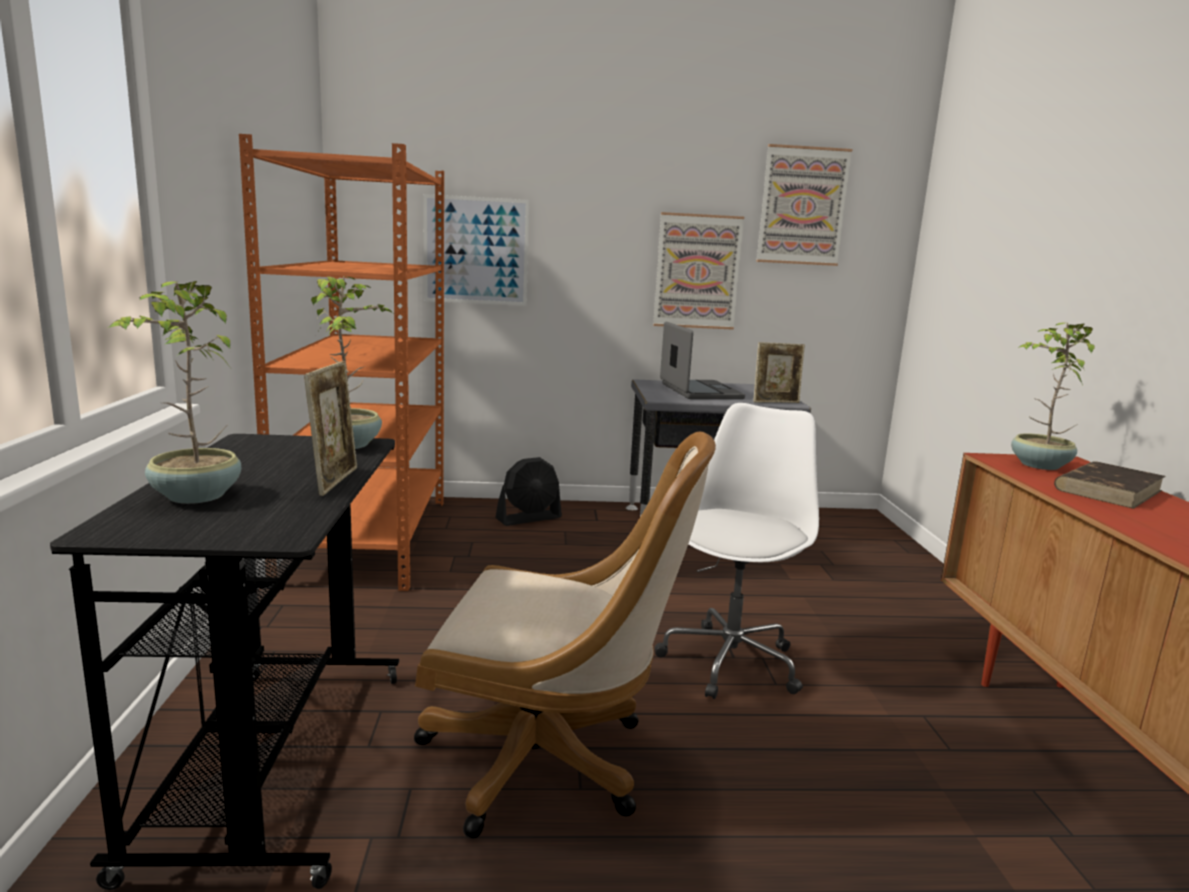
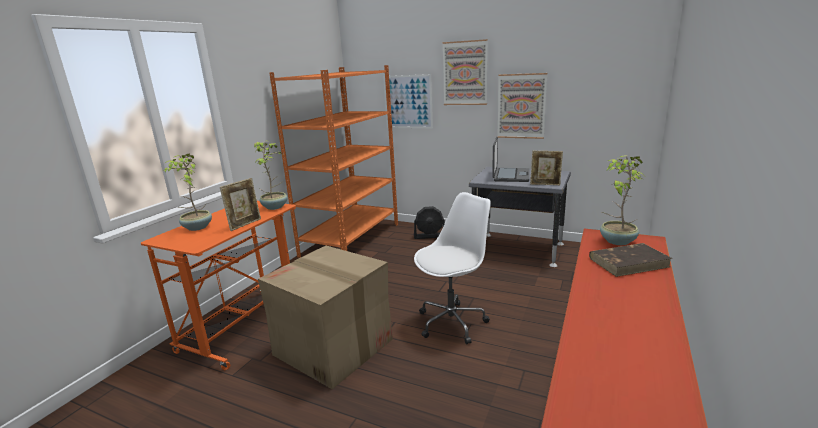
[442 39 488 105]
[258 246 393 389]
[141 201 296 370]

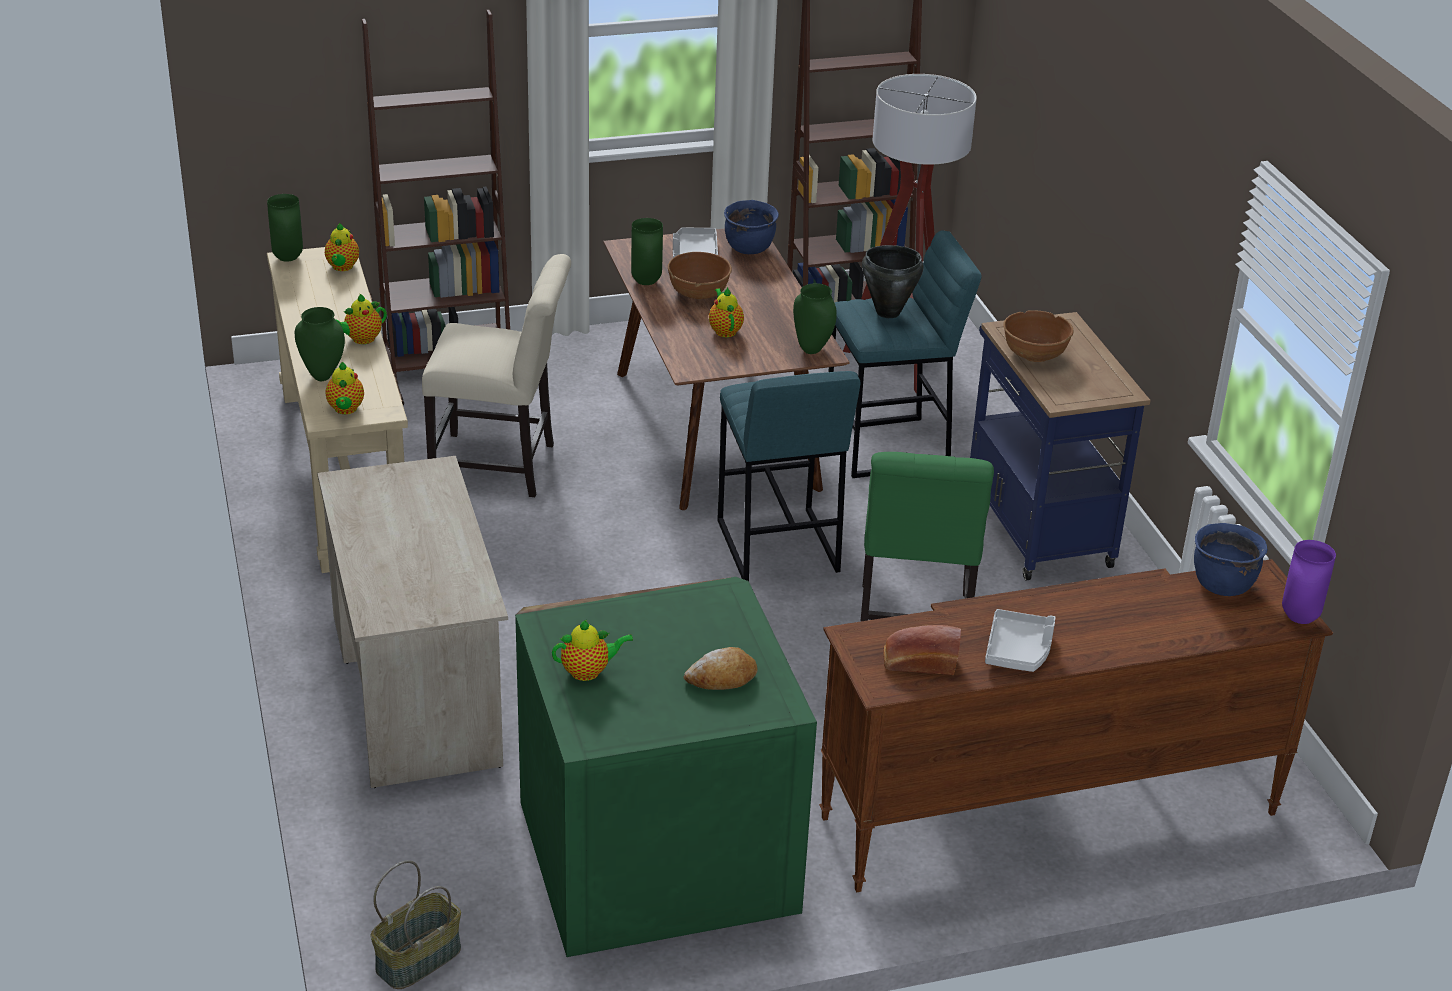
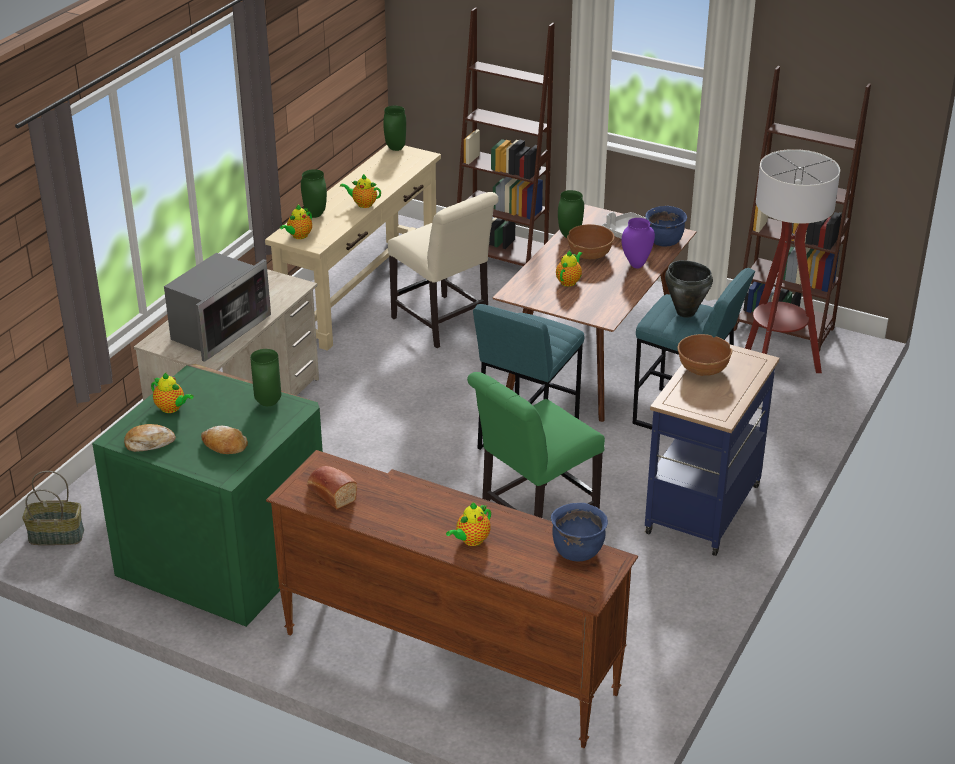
[446 502 491 546]
[250 349 281 406]
[621 218 655 268]
[985 609 1056 672] (first image)
[164 253 271 362]
[124 424 176 452]

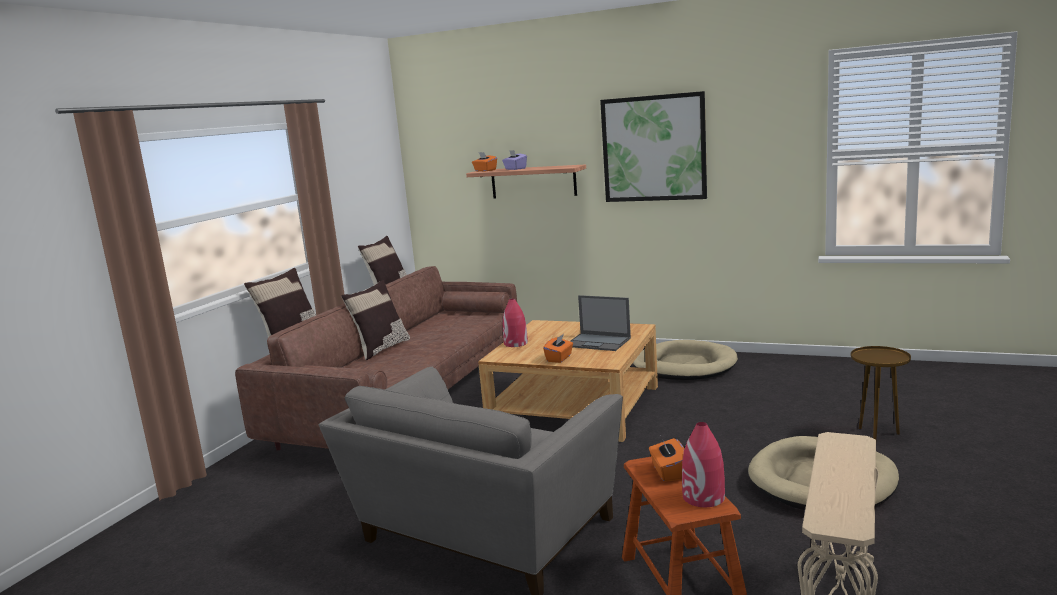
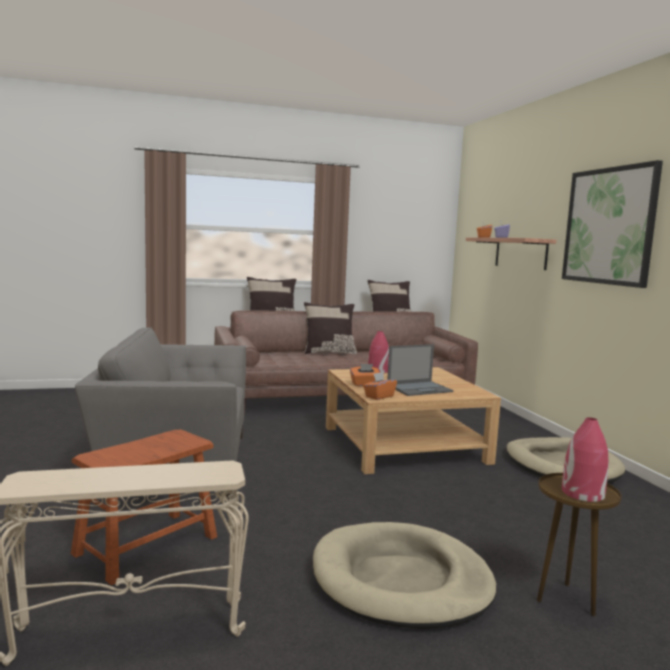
[387 344 453 396]
[562 417 609 502]
[363 372 397 400]

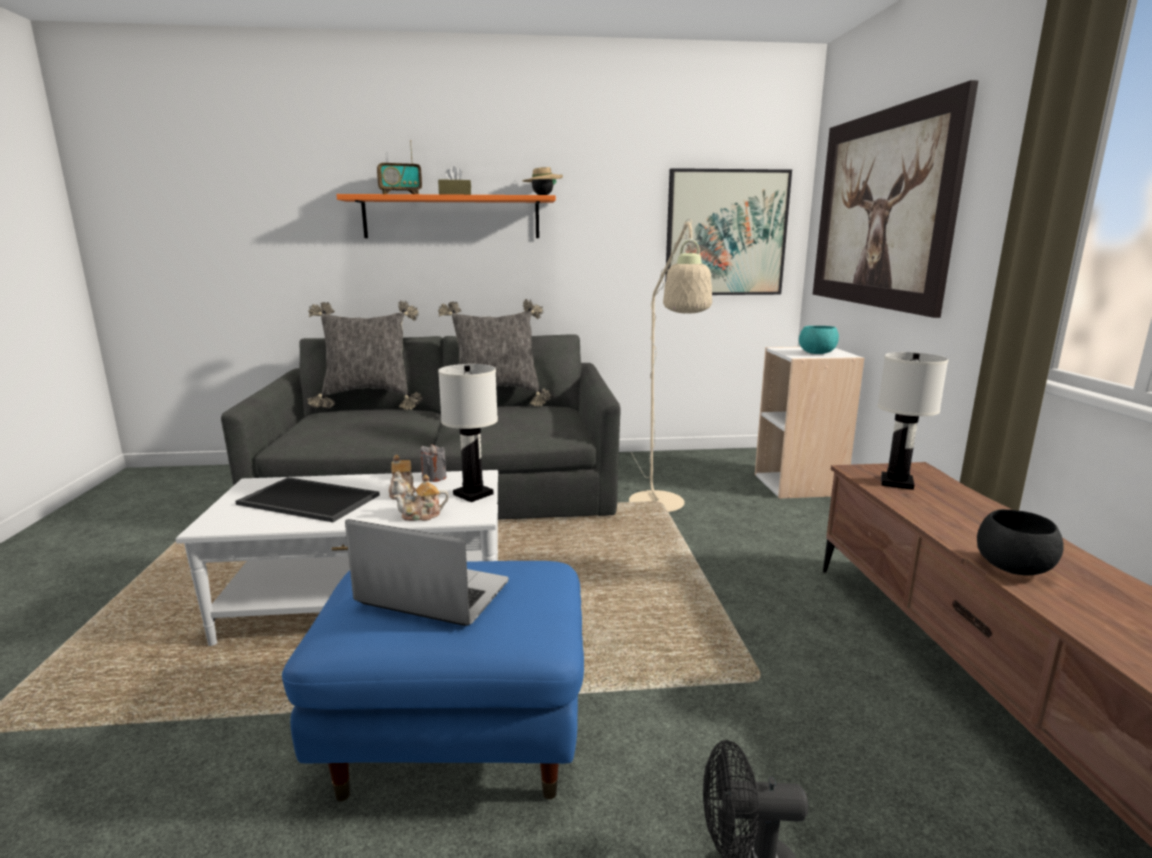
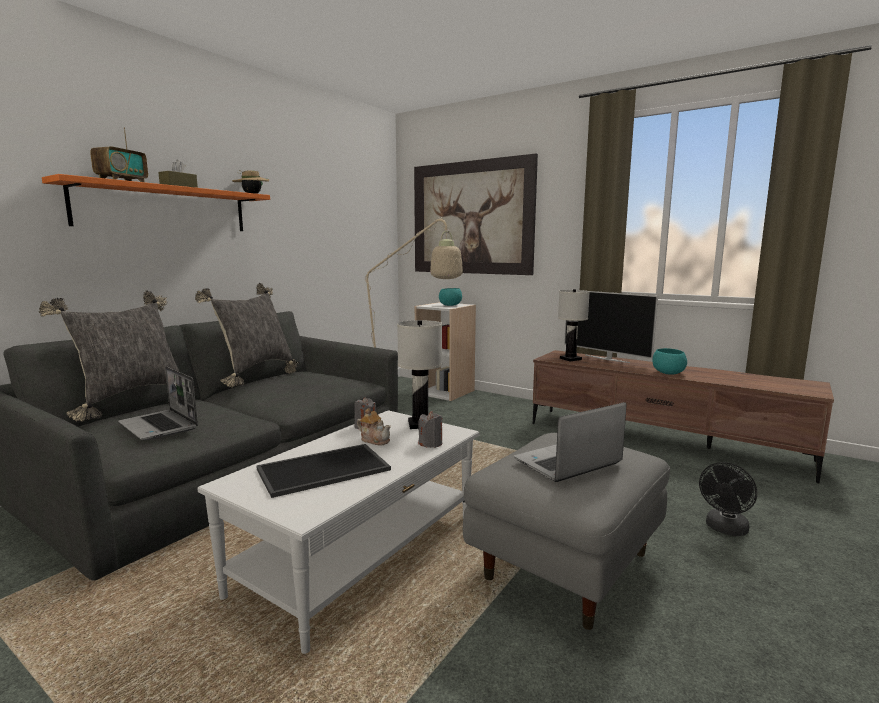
[665 168 792 295] (first image)
[418 411 443 448]
[652 348 687 375]
[463 433 670 630]
[564 289 658 363]
[118 366 198 440]

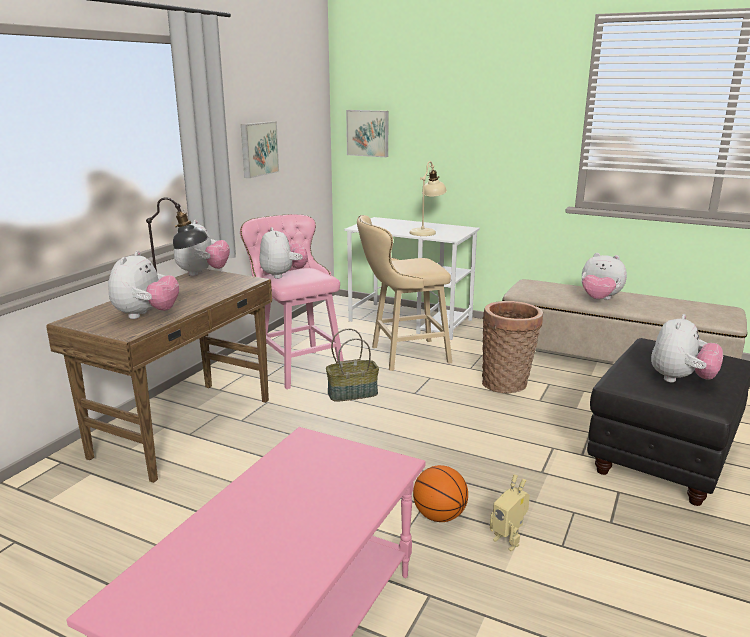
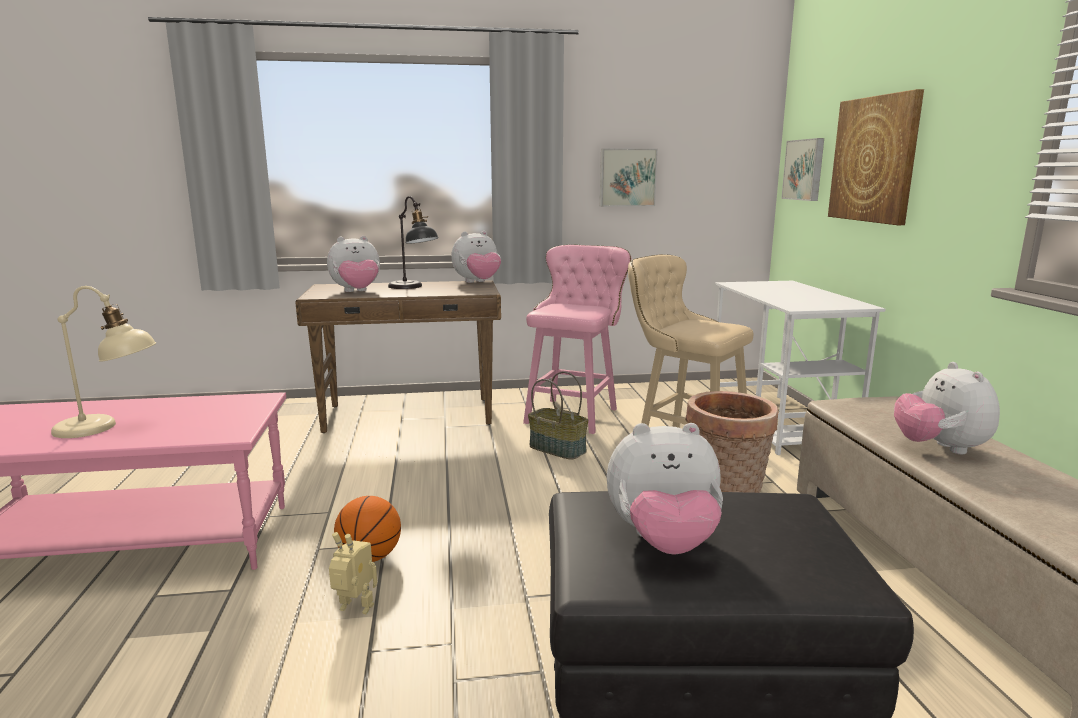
[51 286 156 438]
[260 227 308 279] (first image)
[329 532 377 614]
[828 89 924 225]

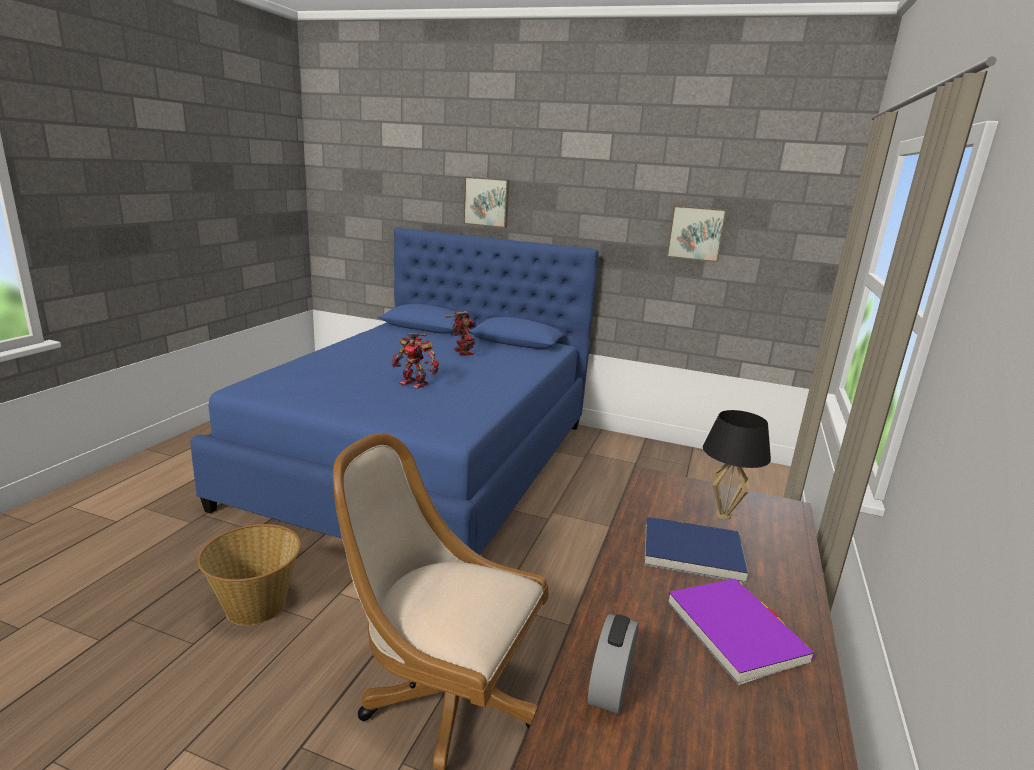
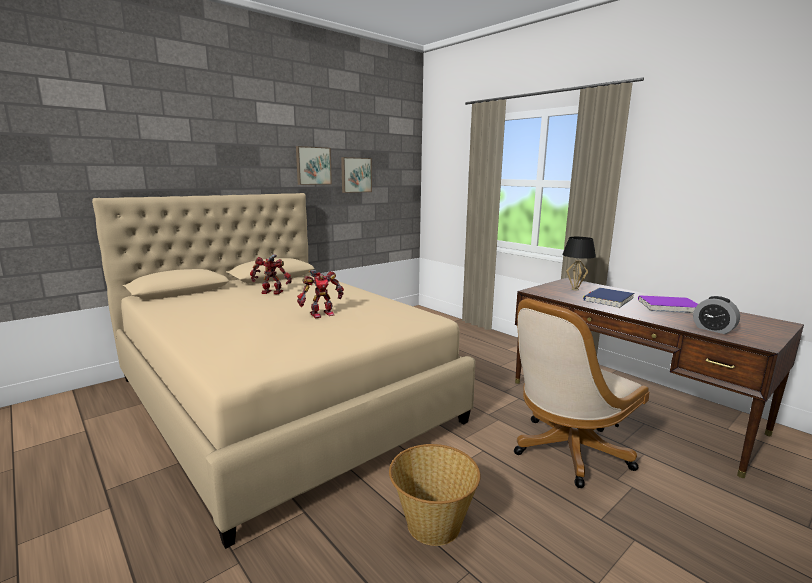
[296 146 332 185]
[92 193 476 549]

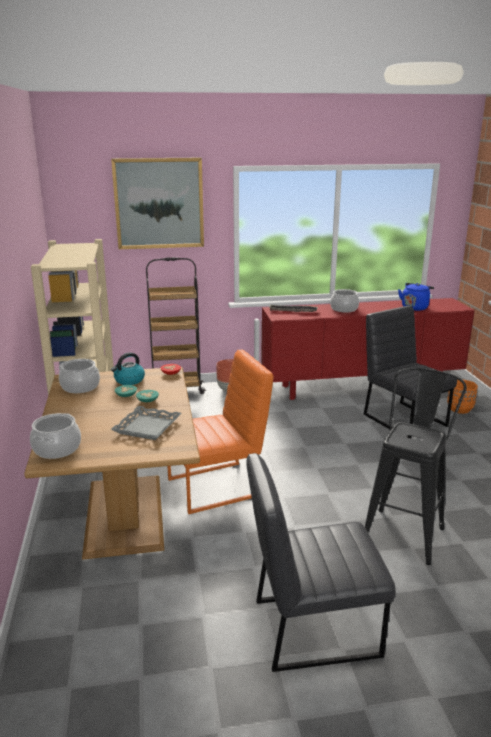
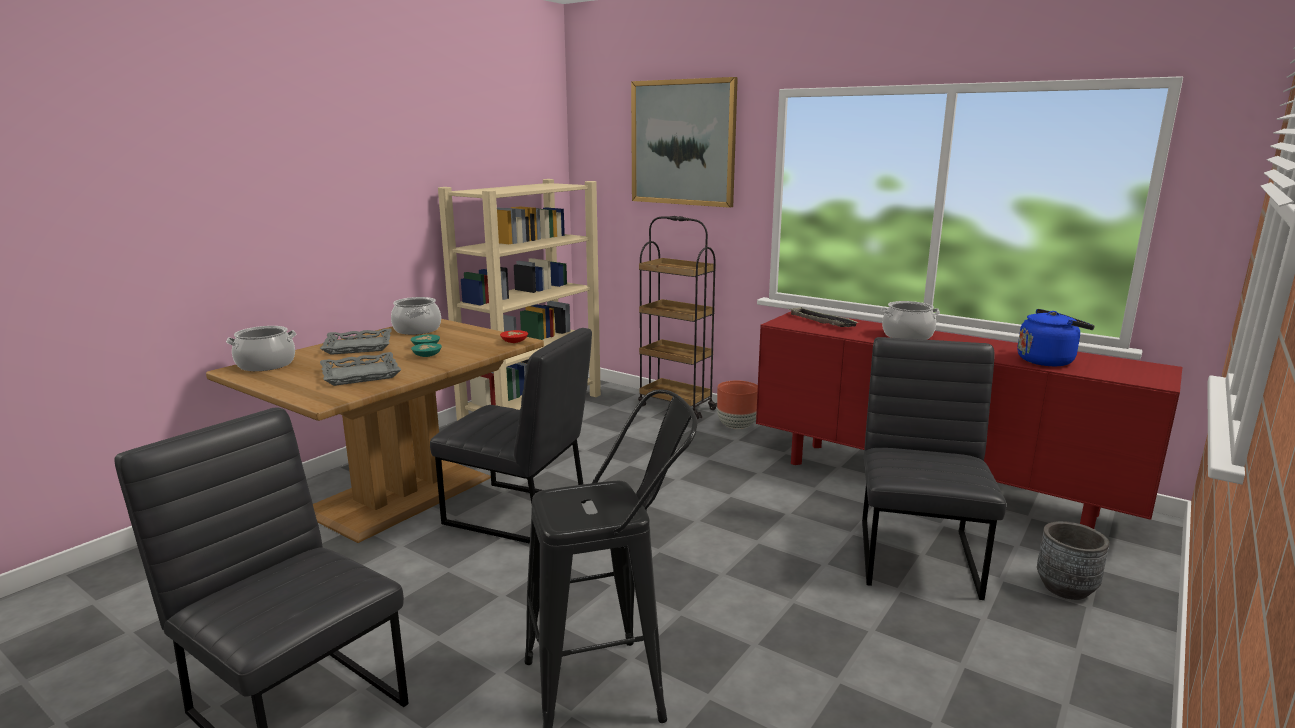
[430 328 592 544]
[111 353 145 385] (first image)
[1037 521 1109 600]
[320 329 392 355]

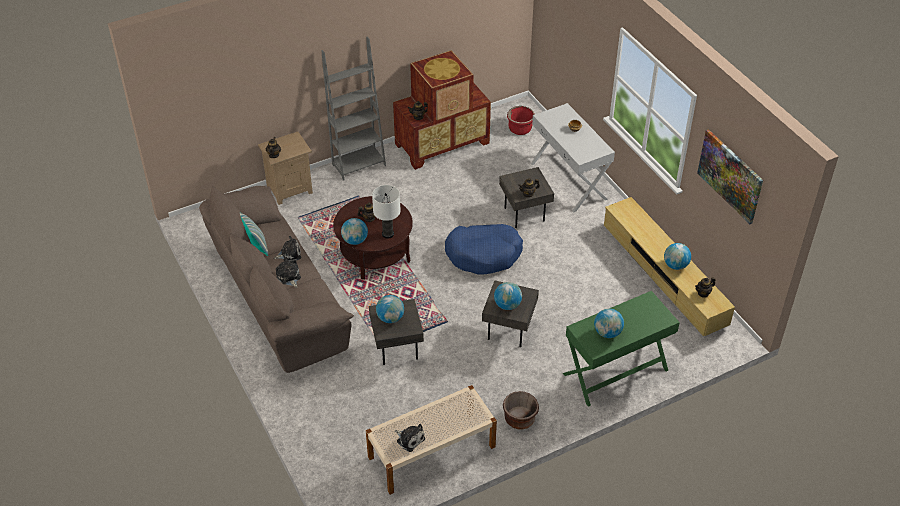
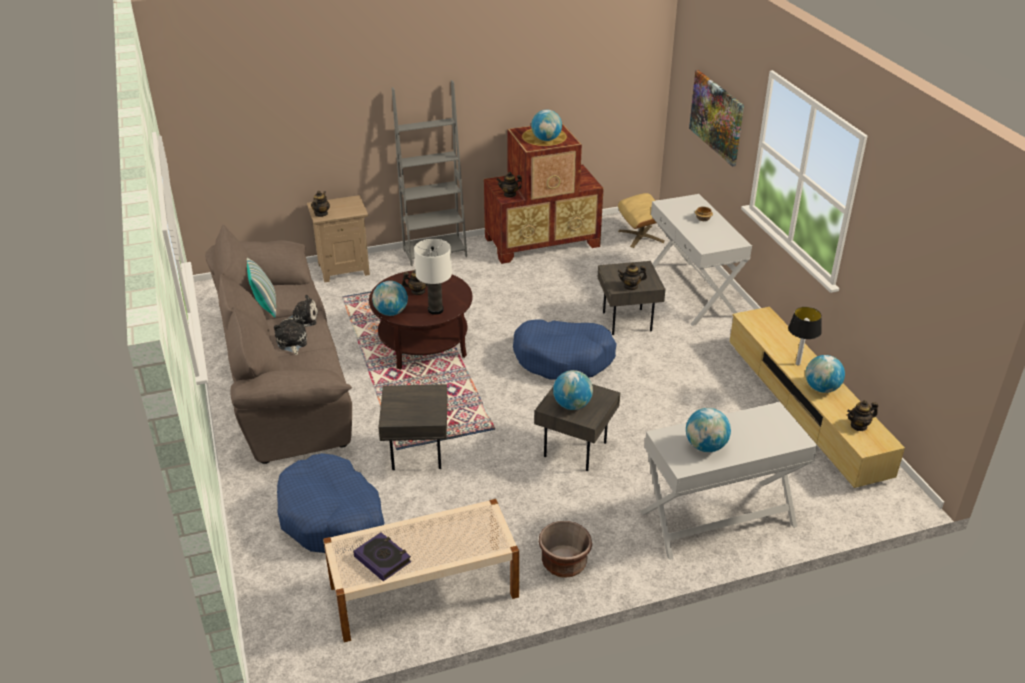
[618 193 665 248]
[689 70 744 167]
[640 402 818 560]
[531 110 562 141]
[353 533 411 581]
[788 307 822 366]
[277 453 385 553]

